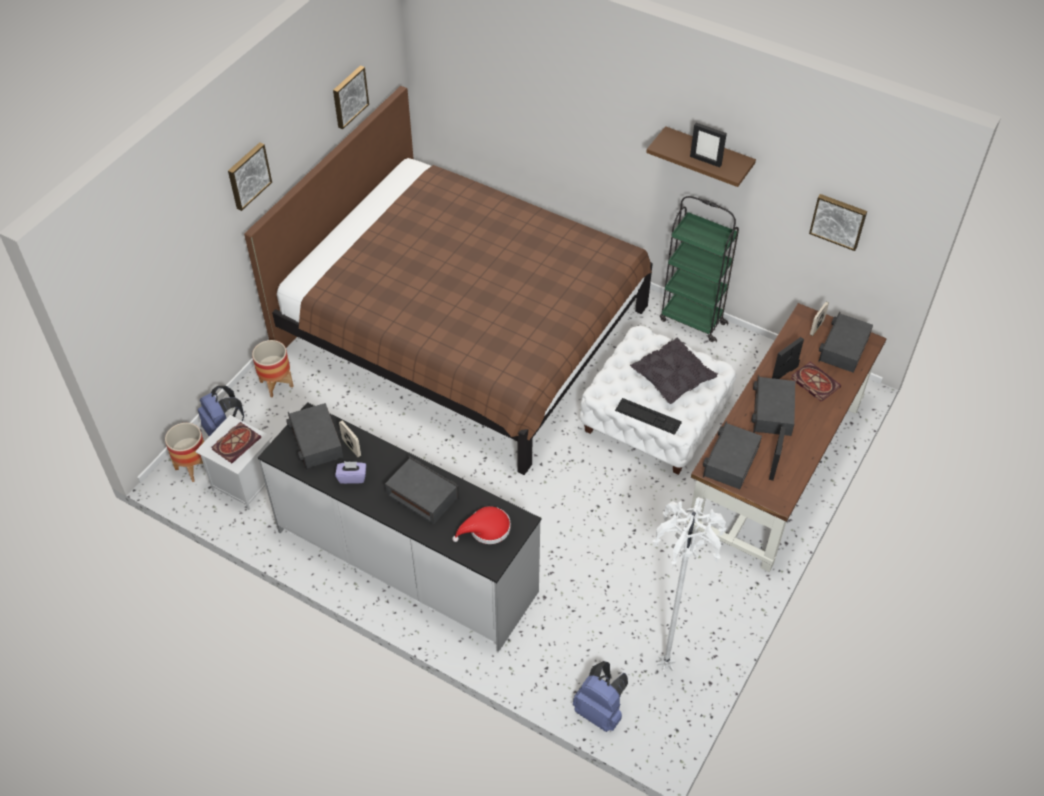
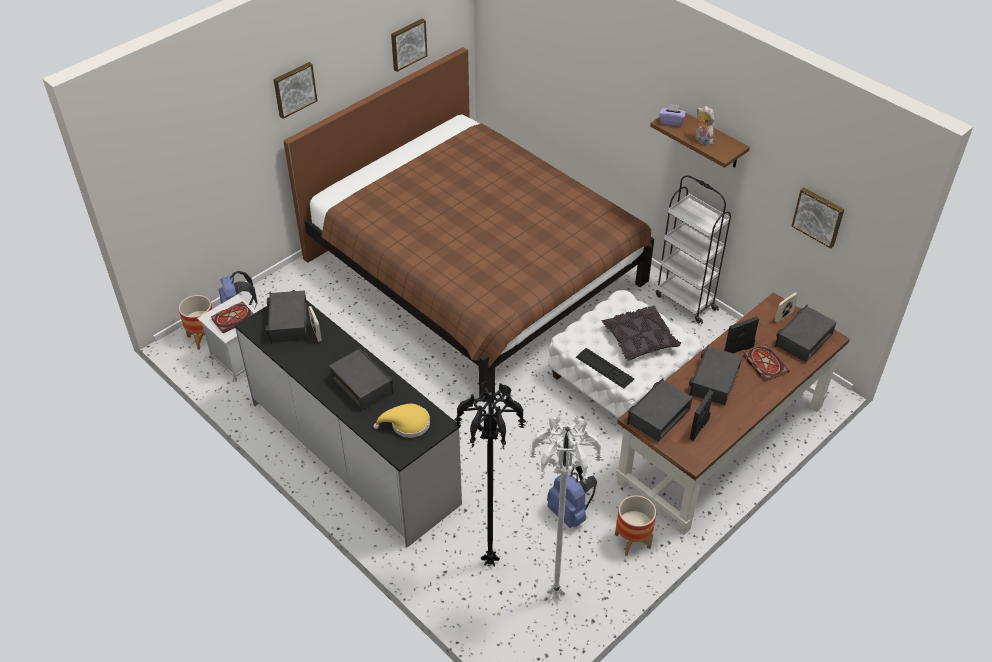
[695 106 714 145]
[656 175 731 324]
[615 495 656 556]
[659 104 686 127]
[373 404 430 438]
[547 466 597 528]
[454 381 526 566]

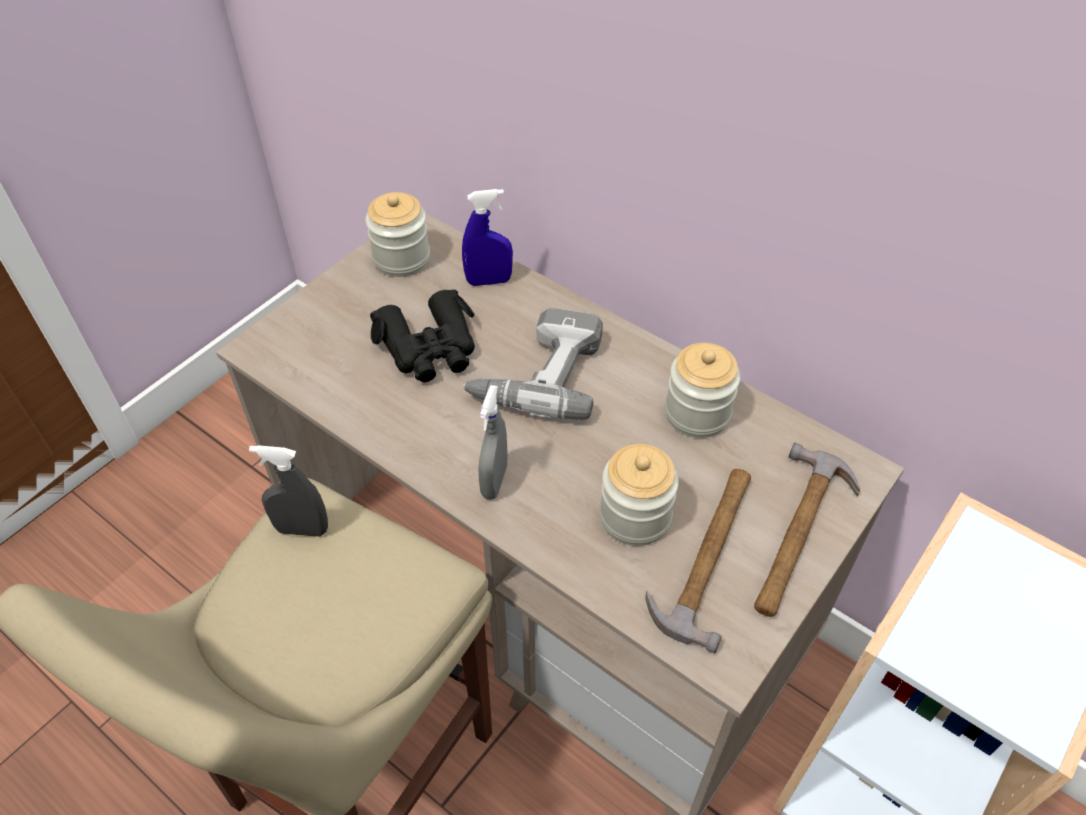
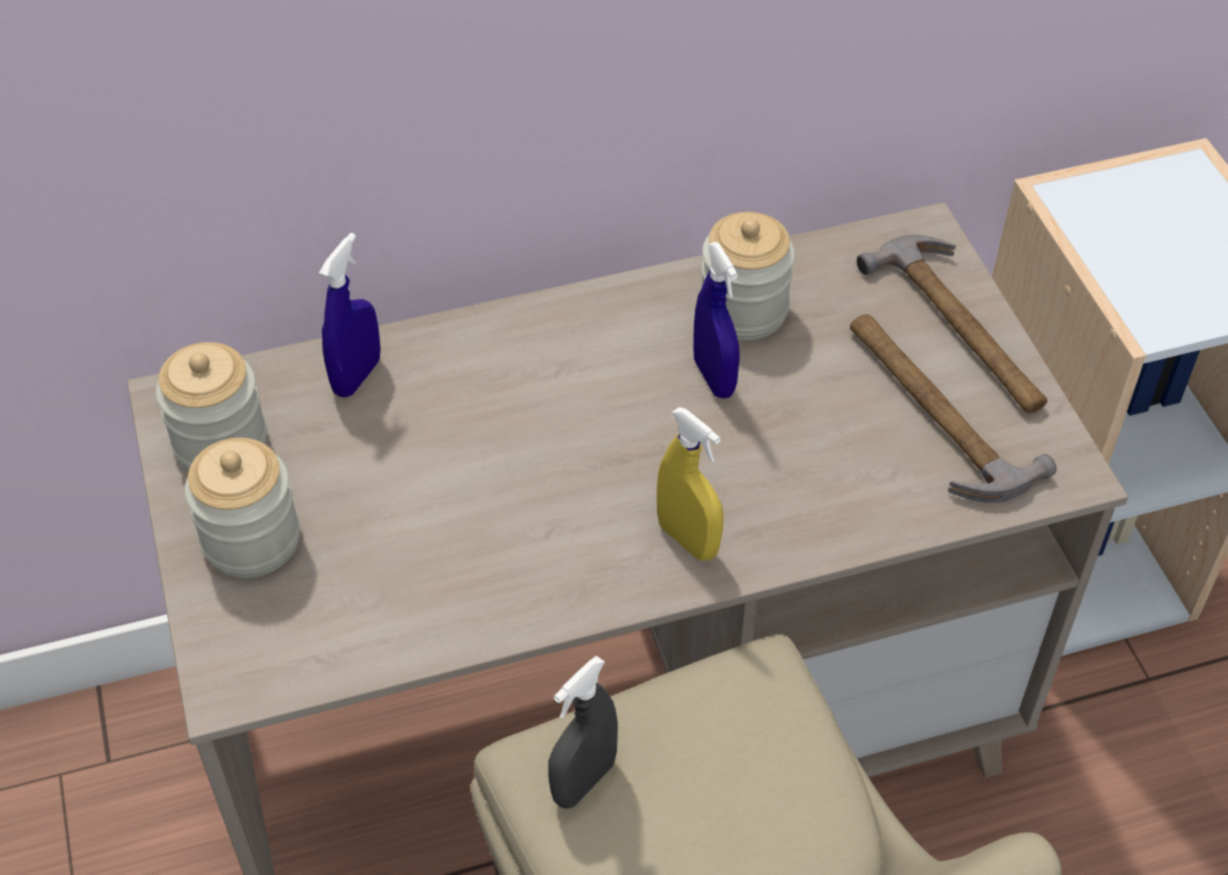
[370 289 475 382] (first image)
[462 308 603 420] (first image)
[657 407 724 560]
[185 438 300 578]
[693 242 740 399]

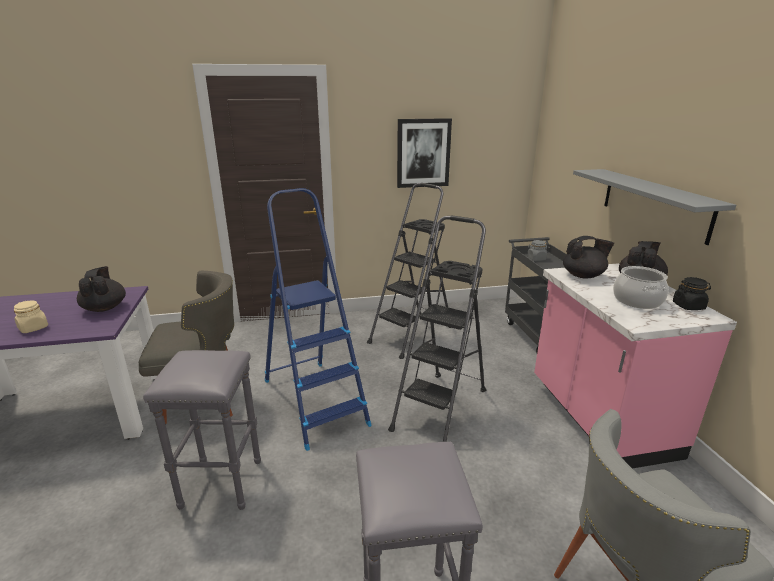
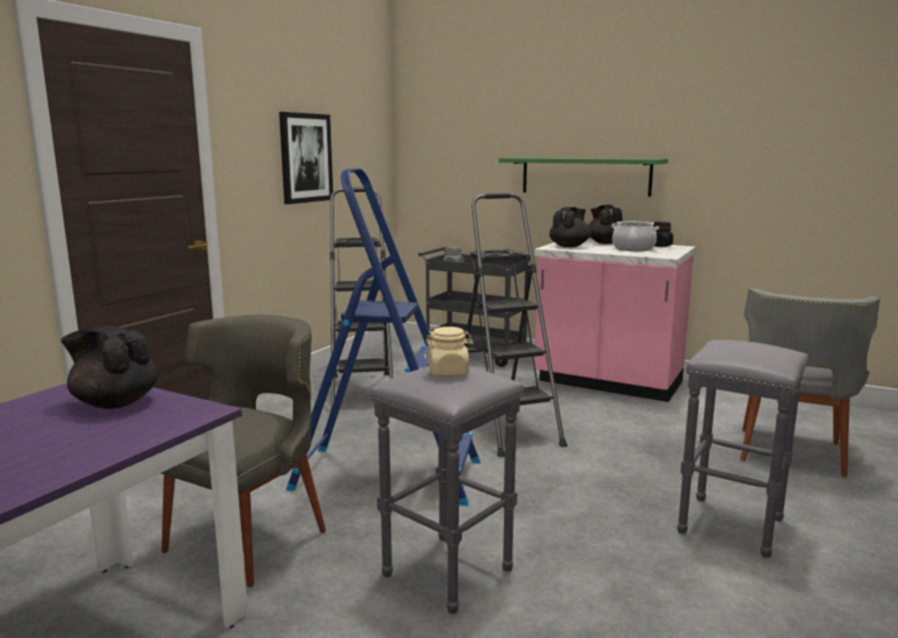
[499 158 668 197]
[424 327 474 376]

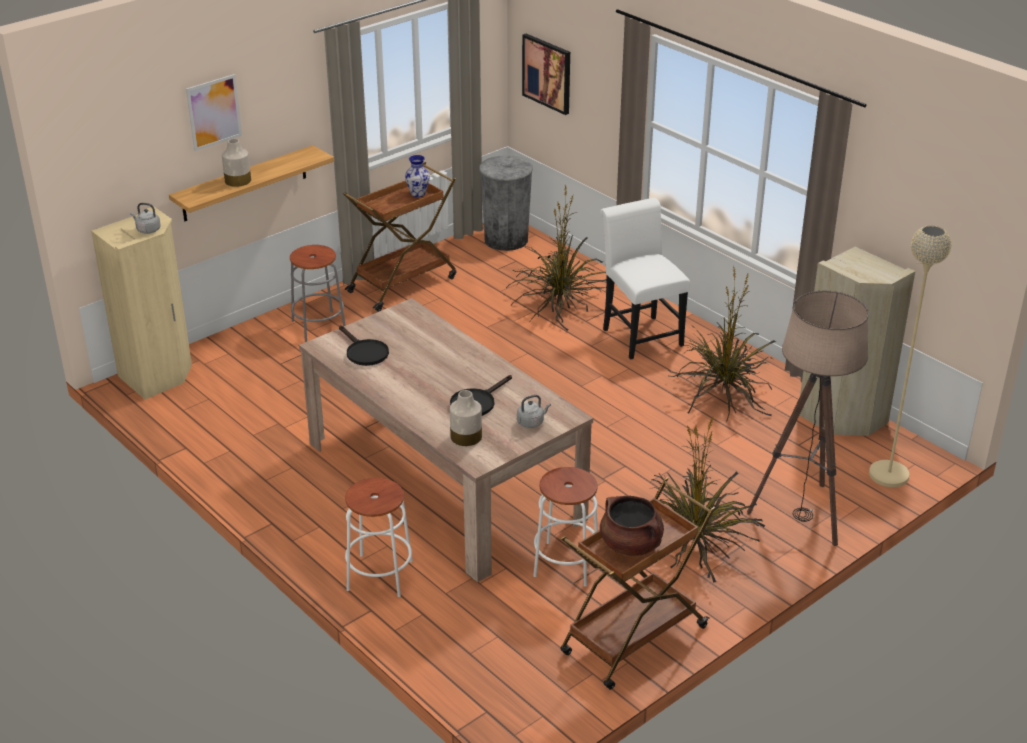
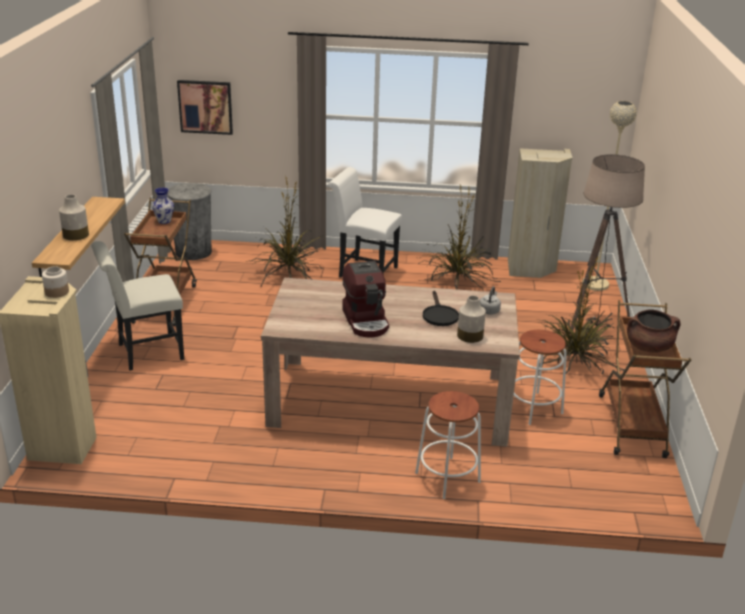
[186 74 242 151] (first image)
[42 266 69 298]
[91 241 184 371]
[339 325 389 366] (first image)
[342 261 389 337]

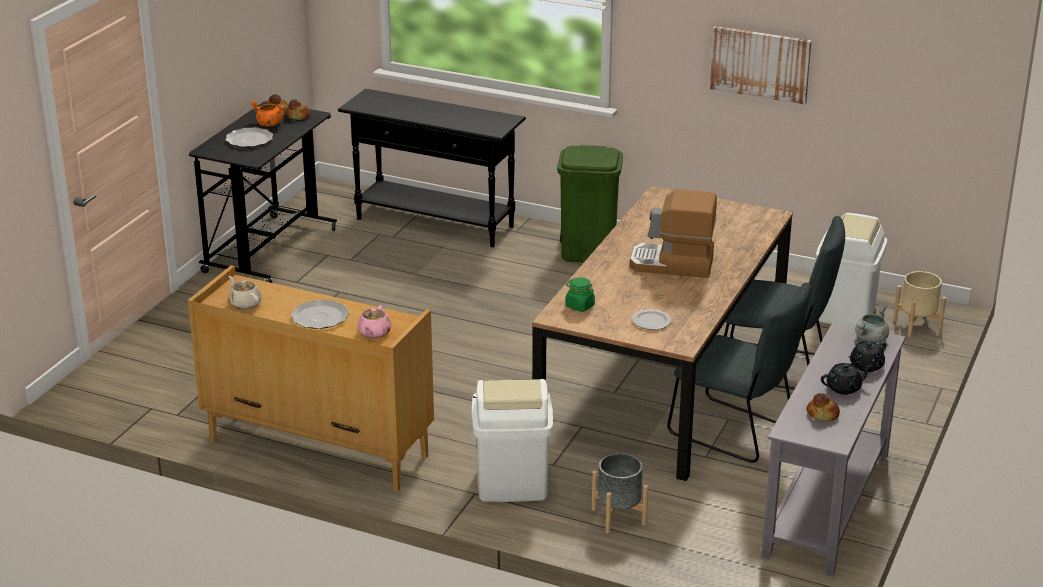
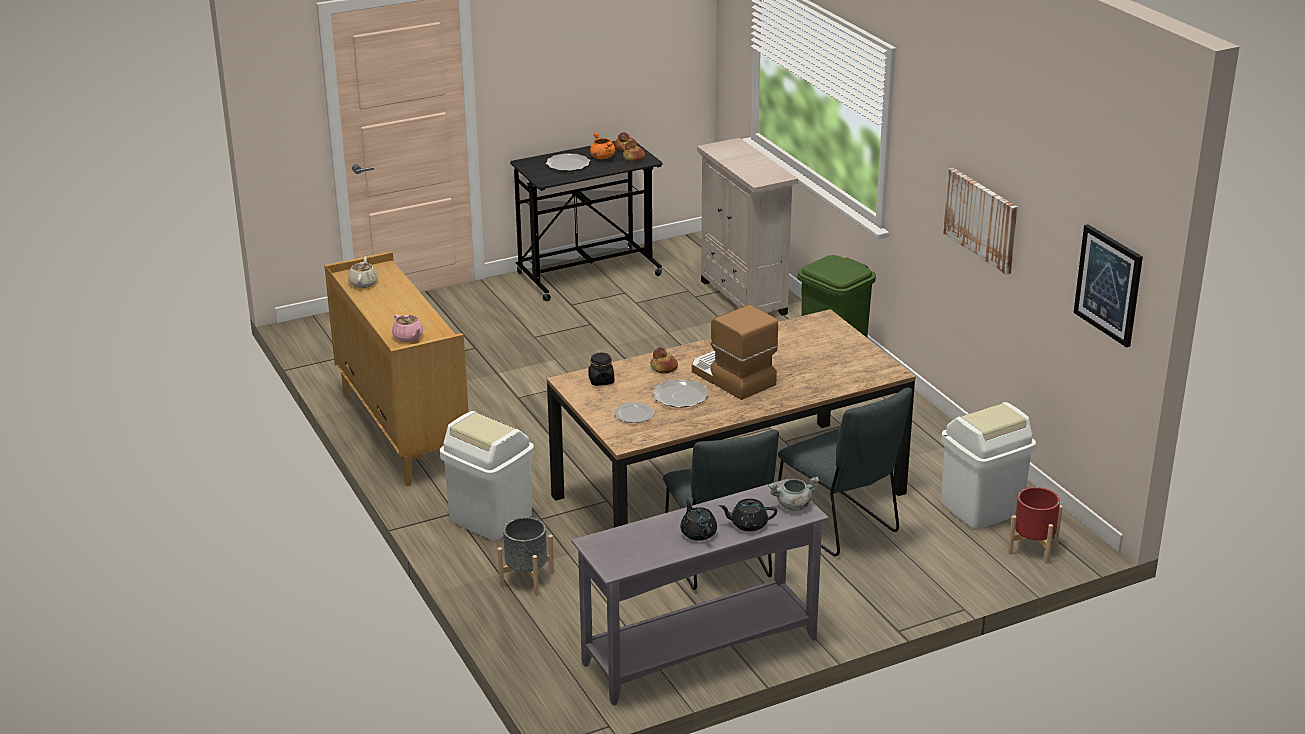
[697 138 798 316]
[1008 487 1063 564]
[588 353 614 386]
[652 379 709 408]
[392 314 423 342]
[680 499 717 541]
[650 347 678 374]
[1074 224 1143 348]

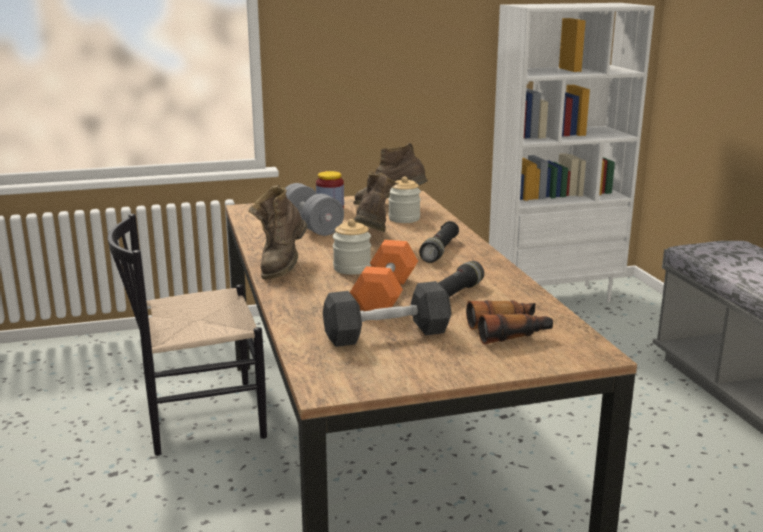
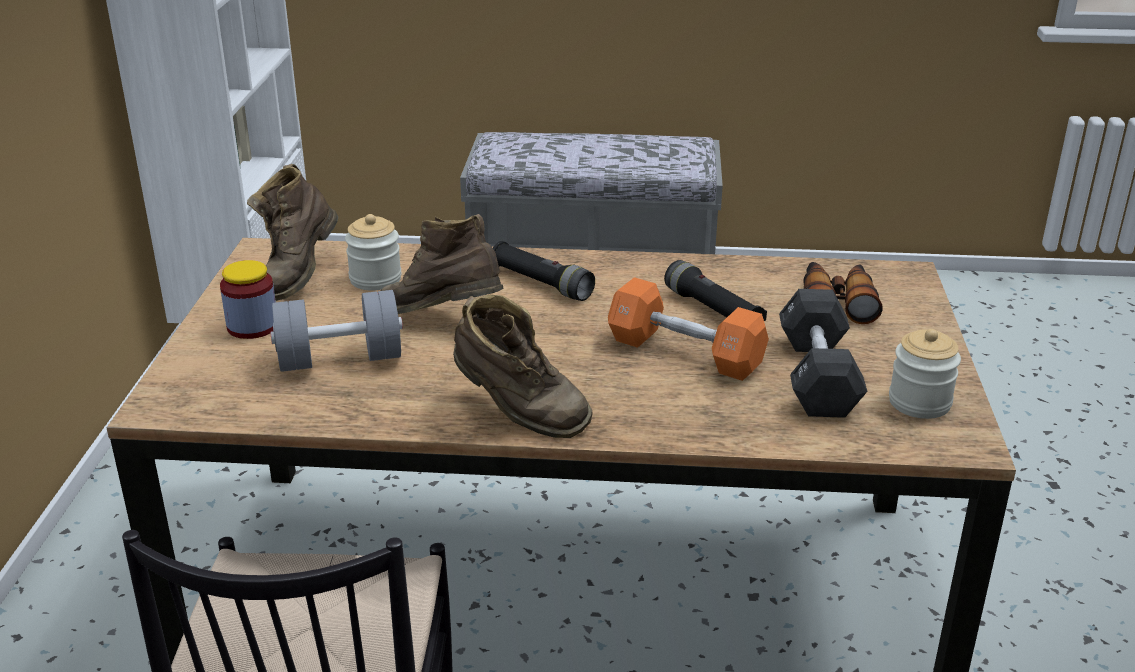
[889 329 961 419]

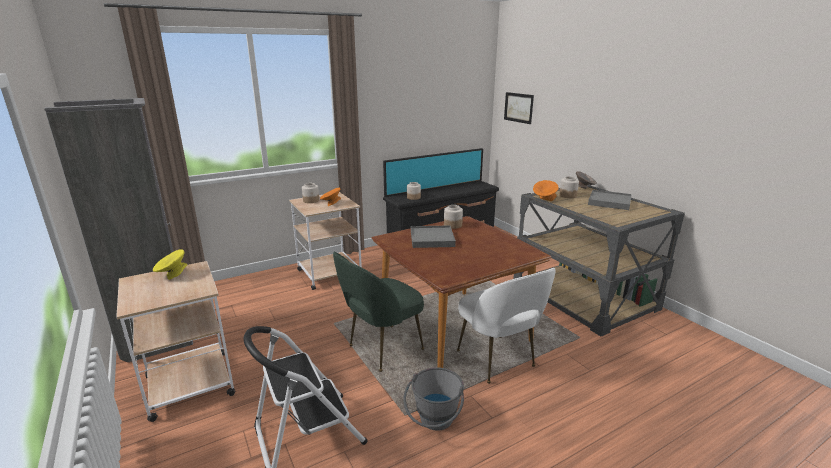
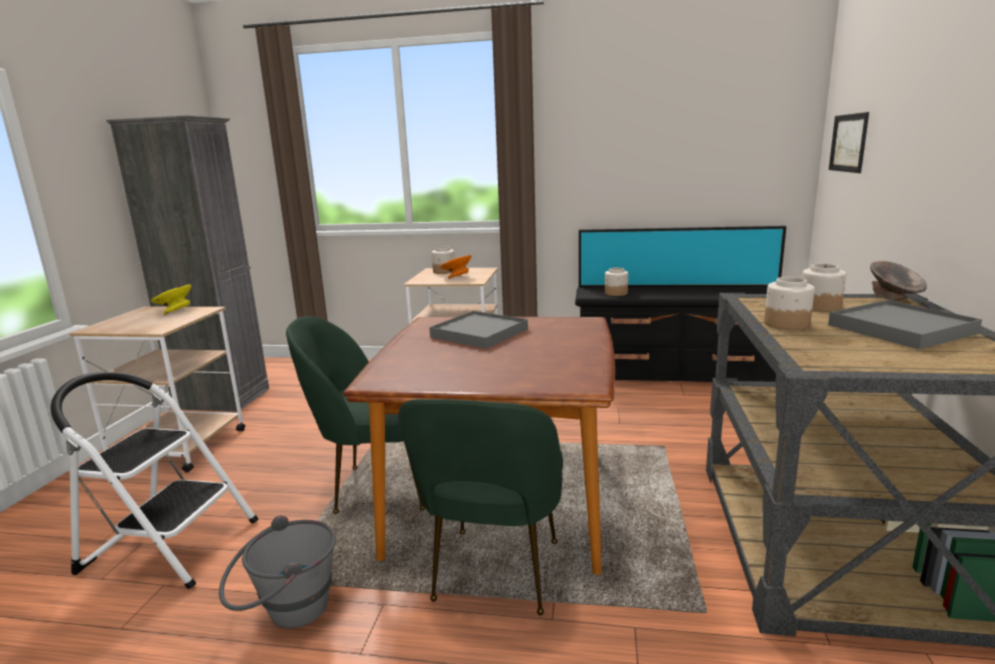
[533 180 559 201] (first image)
[764 277 815 330]
[399 399 563 615]

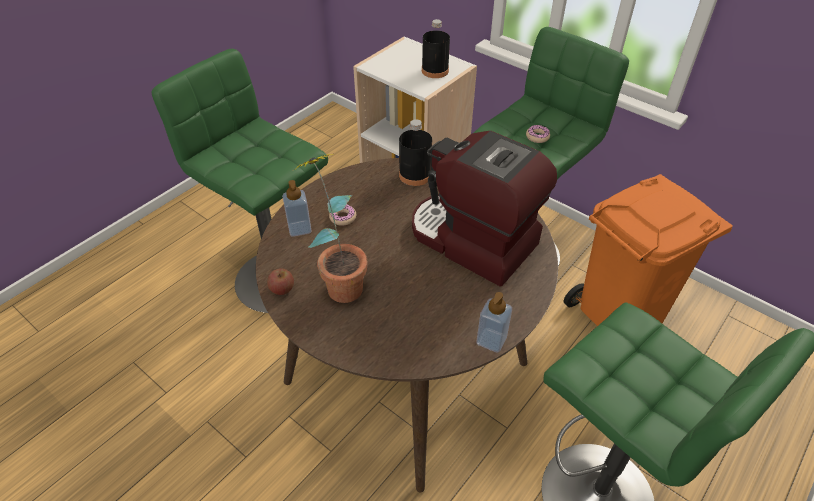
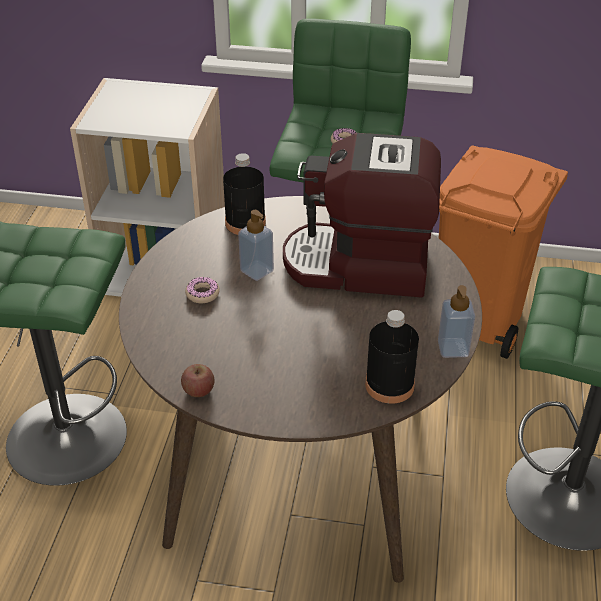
[365 310 419 404]
[293 153 368 303] (first image)
[238 210 274 281]

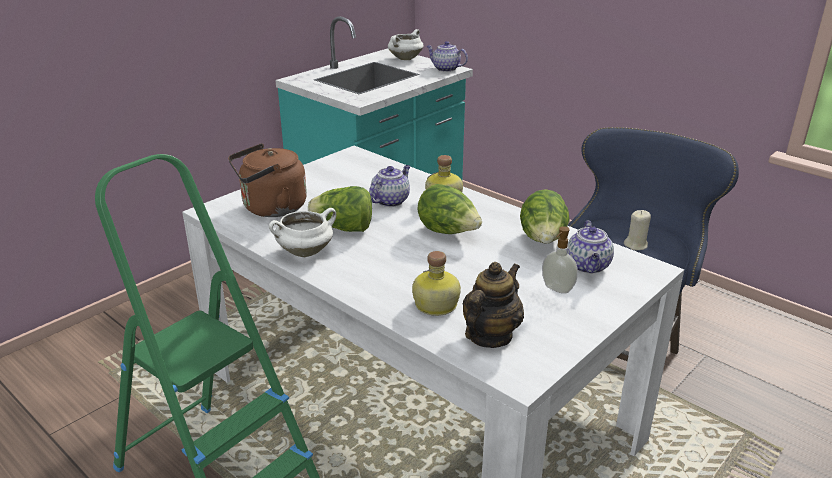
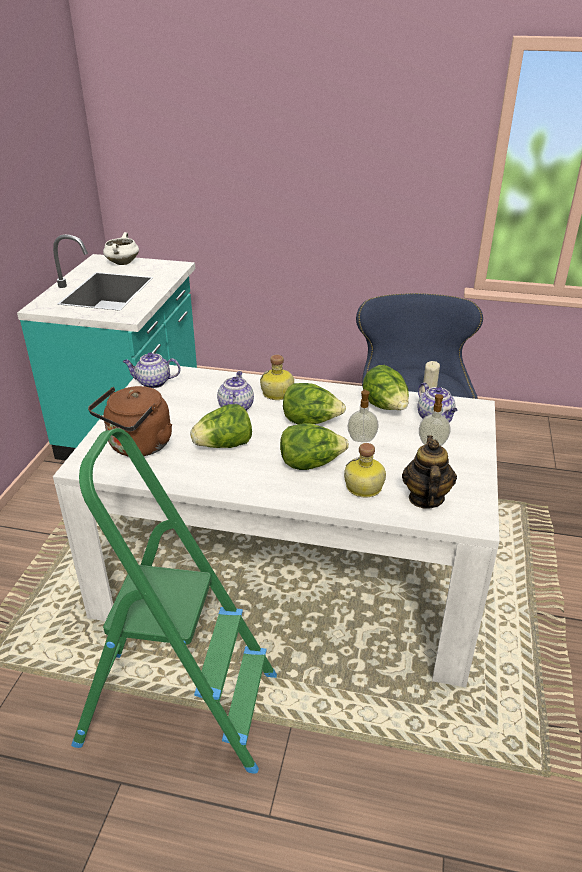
[123 352 181 388]
[269 208 336 257] (first image)
[348 389 379 442]
[280 423 349 470]

